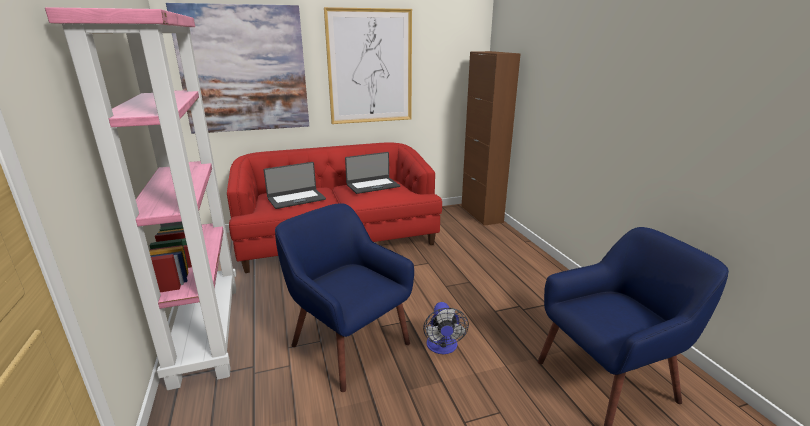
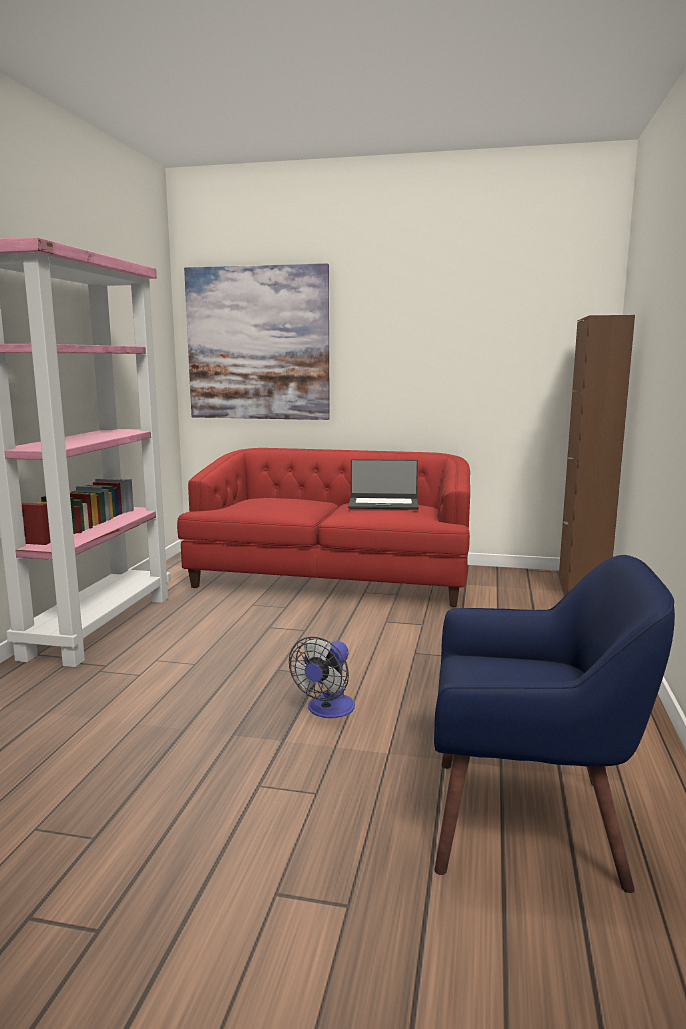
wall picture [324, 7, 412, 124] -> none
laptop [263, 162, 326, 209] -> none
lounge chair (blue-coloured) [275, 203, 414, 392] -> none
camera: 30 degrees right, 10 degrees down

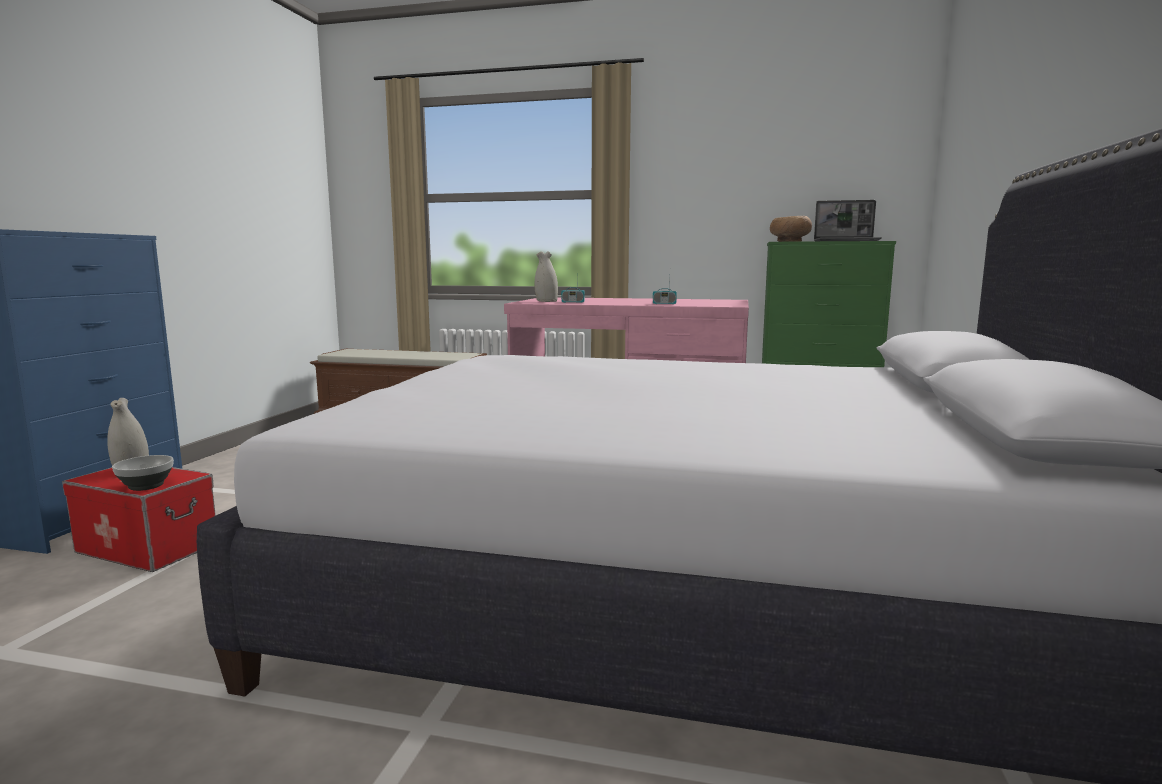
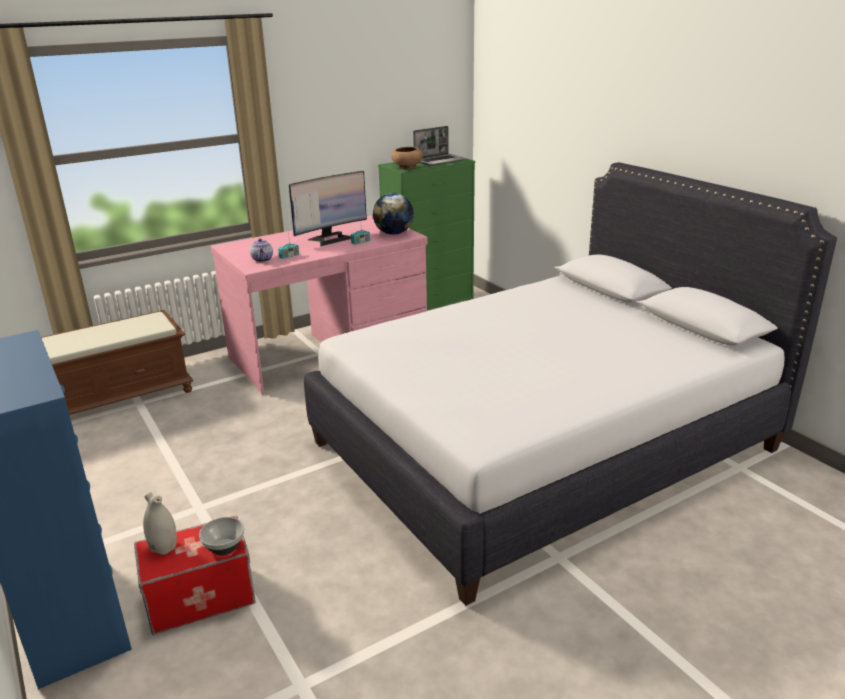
vase (white) [535, 251, 558, 302] -> pot for tea [250, 238, 273, 262]
none -> computer display [289, 171, 367, 246]
none -> globe [373, 193, 414, 235]
camera: 45 degrees left, 15 degrees up

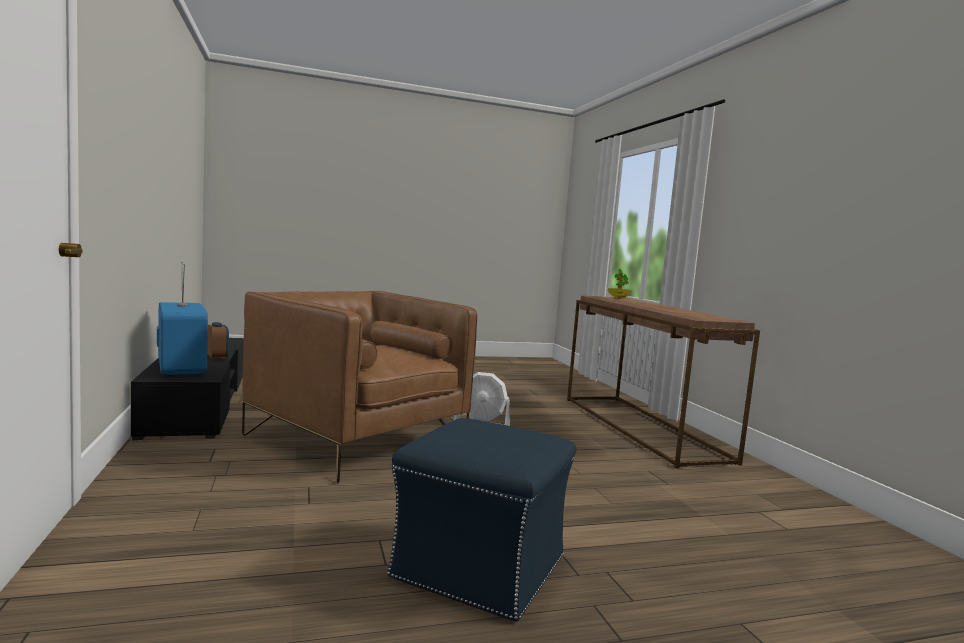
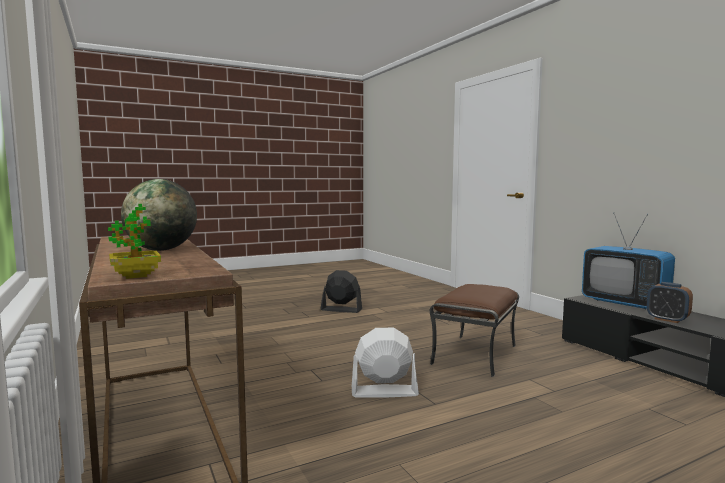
lounge chair (brown) [242, 291, 477, 483] -> footrest (brown) [430, 284, 519, 377]
footrest (blue-coloured) [387, 418, 576, 622] -> fan (black) [320, 270, 362, 313]
none -> globe [121, 179, 197, 251]
camera: 170 degrees right, 0 degrees up

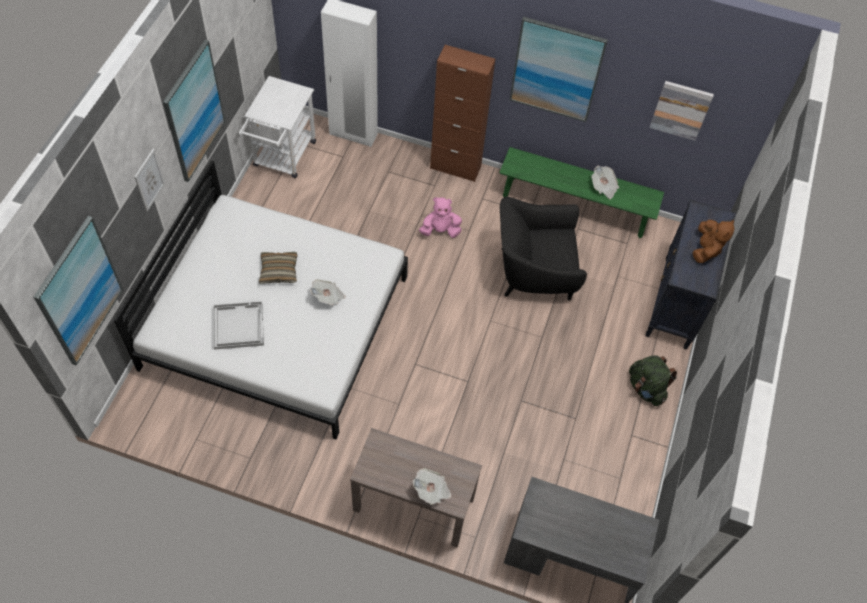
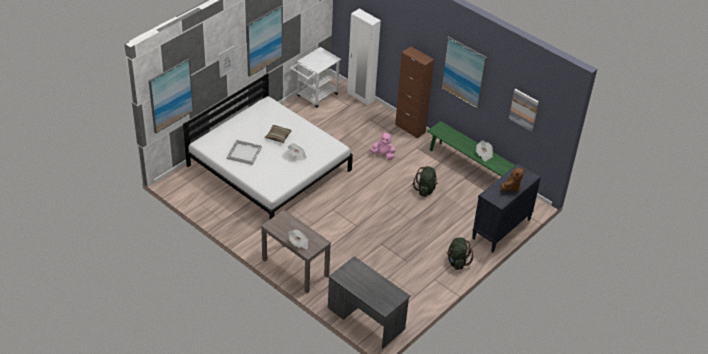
lounge chair (black) [500, 197, 587, 300] -> backpack (greenish) [413, 166, 438, 197]
camera: 25 degrees right, 15 degrees down

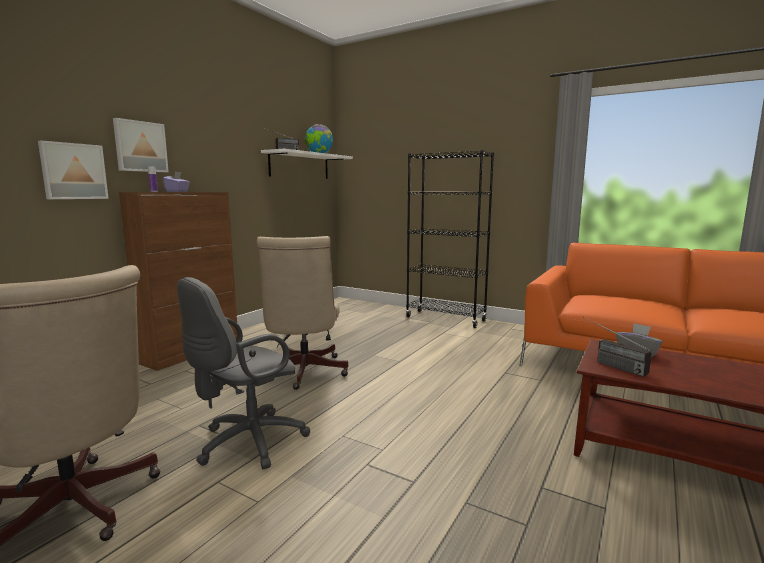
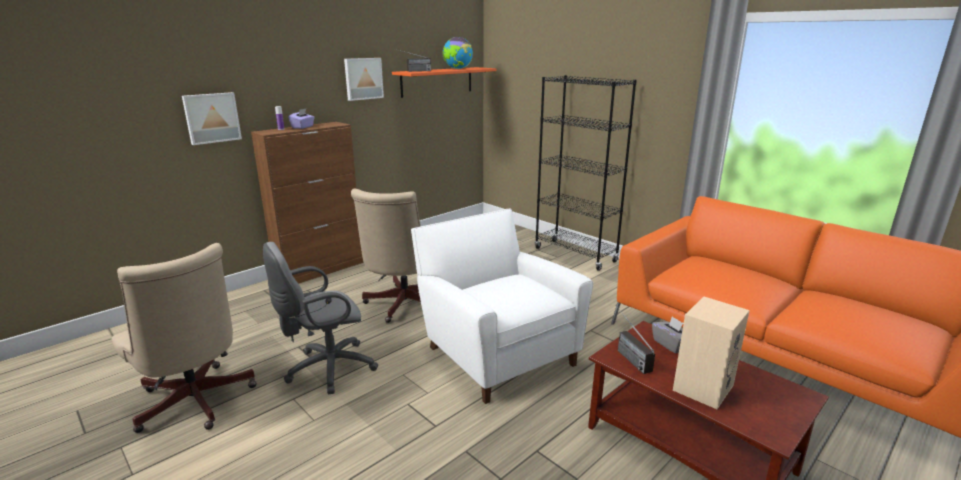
wall picture [113, 118, 169, 172] -> wall picture [344, 58, 384, 101], shifted
bracket shelf (white) [261, 149, 353, 179] -> bracket shelf (orangey) [392, 67, 496, 98]
none -> lounge chair (white) [411, 209, 593, 404]
none -> loudspeaker (sand-coloured) [673, 297, 750, 409]
camera: 15 degrees right, 10 degrees up

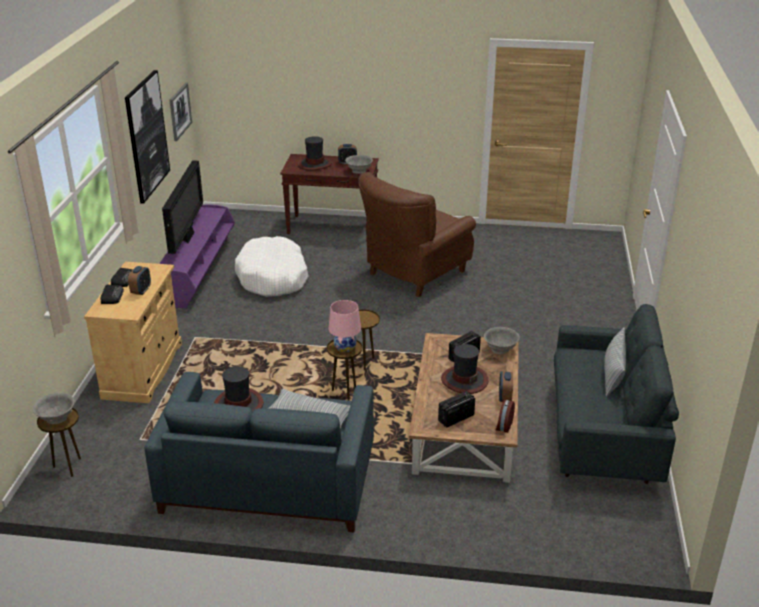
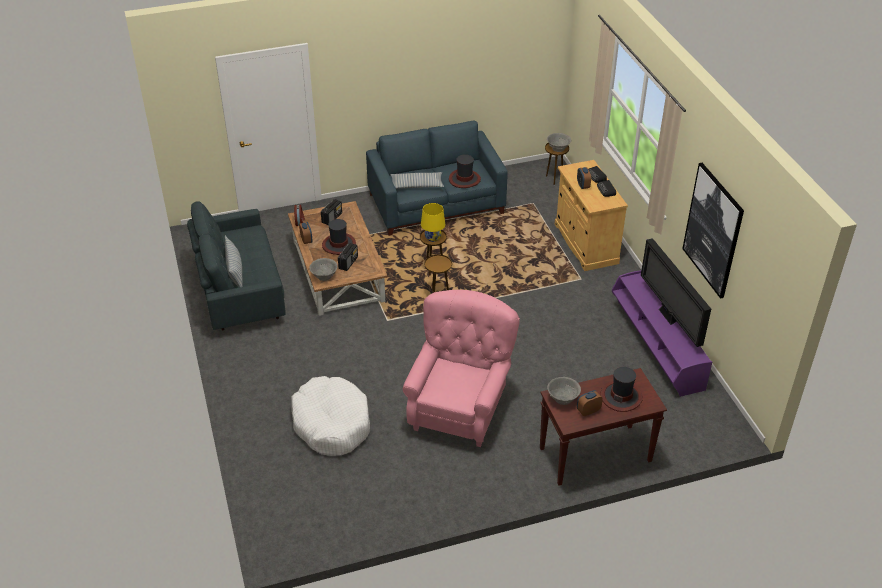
wall picture [170, 83, 192, 141] -> none
lounge chair (brown) [359, 172, 476, 297] -> lounge chair (pink) [403, 290, 520, 447]
dog cushion (white) [235, 236, 309, 297] -> dog cushion (white) [291, 376, 370, 456], shifted
tabletop lamp (pink) [328, 300, 361, 352] -> tabletop lamp (yellowish) [421, 203, 445, 242]
camera: 155 degrees right, 10 degrees up

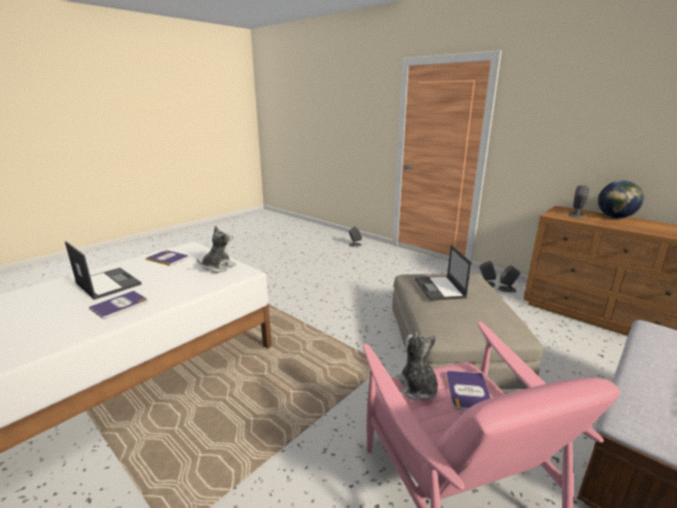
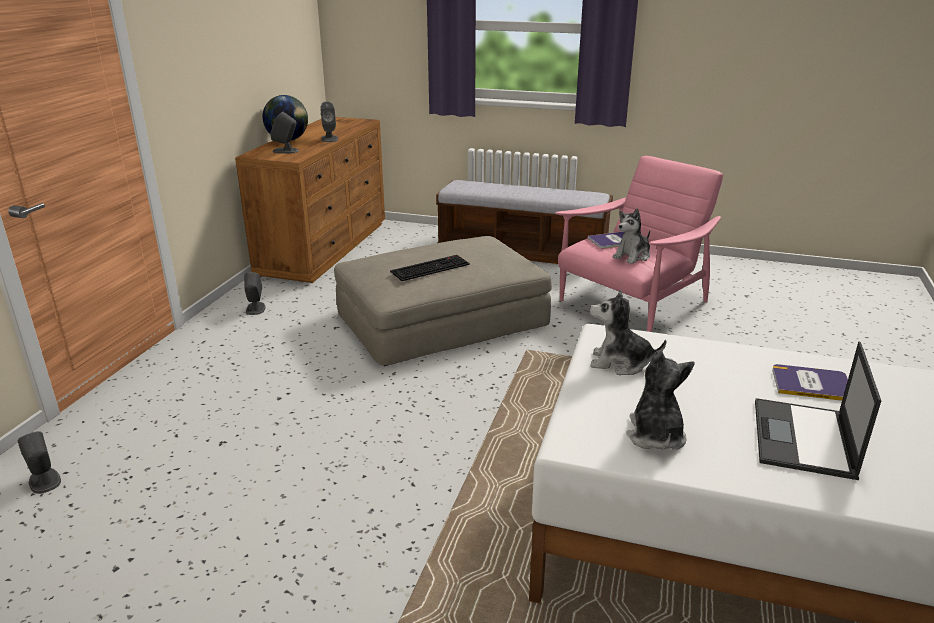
laptop [415, 245, 471, 301] -> computer keyboard [390, 255, 470, 281]
bound book [146, 250, 188, 266] -> cuddly toy [626, 350, 695, 450]
loudspeaker (grey) [498, 266, 520, 292] -> loudspeaker (grey) [320, 102, 339, 142], shifted
camera: 115 degrees left, 5 degrees up

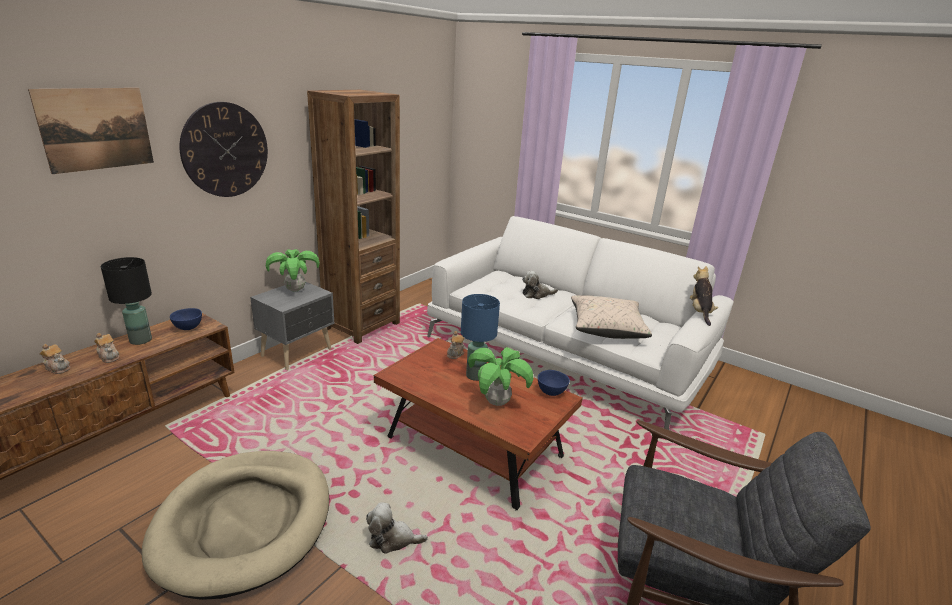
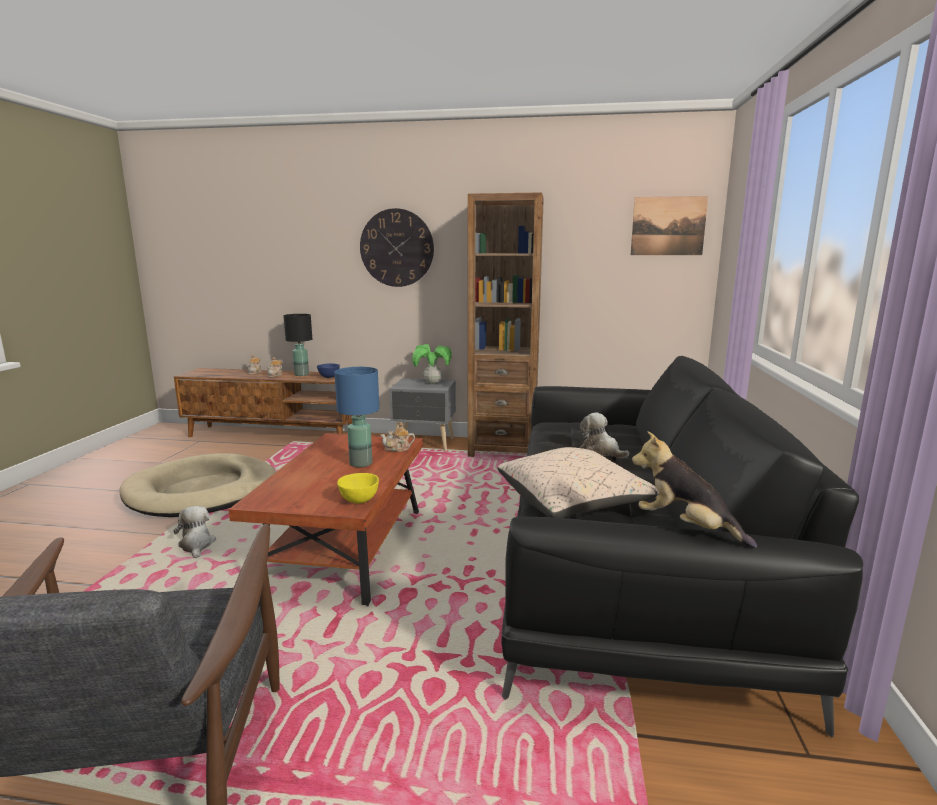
wall picture [28, 88, 154, 174] -> wall picture [631, 196, 708, 255], shifted
settee (white) [427, 216, 734, 430] -> settee (black) [501, 356, 863, 737]
cuddly toy [690, 266, 718, 326] -> cuddly toy [632, 431, 757, 548], 120 degrees counterclockwise
houseplant [468, 347, 533, 406] -> none
bowl (blue-coloured) [538, 370, 570, 396] -> bowl (yellowish) [337, 473, 379, 504]
camera: 65 degrees right, 10 degrees down

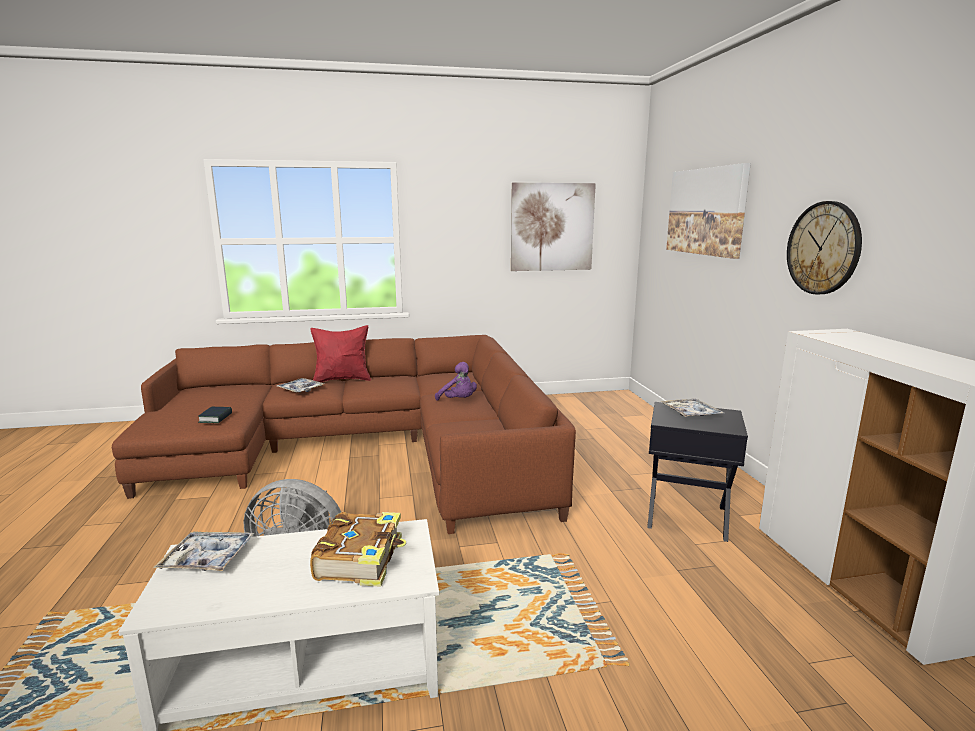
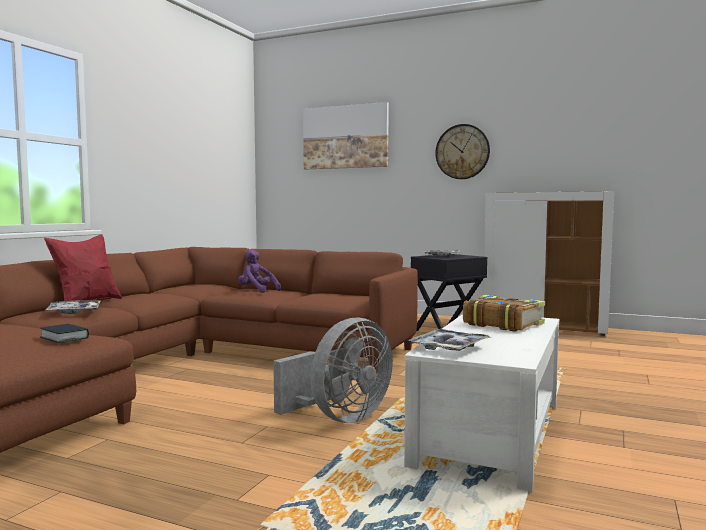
wall picture [511, 182, 596, 271] -> none
cuddly toy (purple-coloured) [435, 362, 477, 401] -> cuddly toy (purple-coloured) [238, 249, 281, 293], 135 degrees counterclockwise
camera: 55 degrees left, 10 degrees down

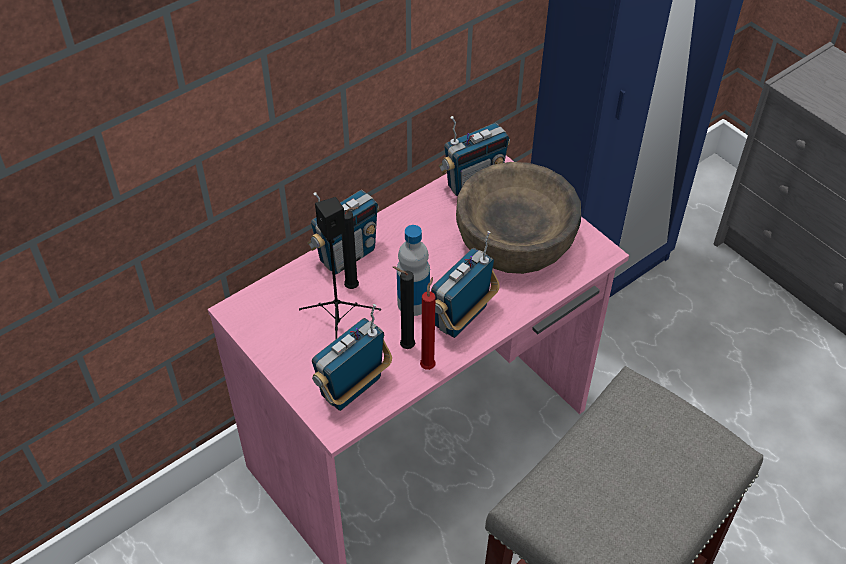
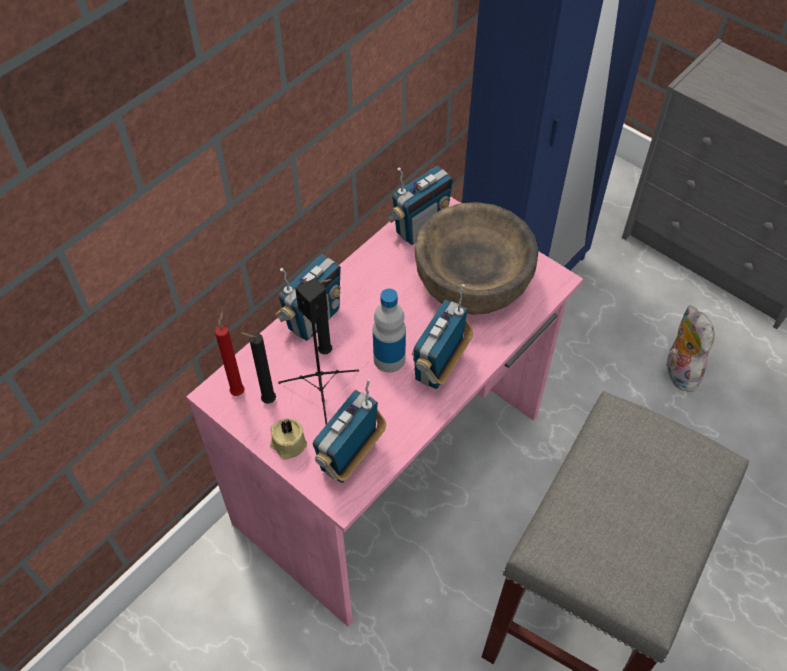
candle (black) [393, 266, 415, 349] -> candle (black) [240, 332, 276, 404], shifted
candle (reddish) [420, 277, 436, 370] -> candle (reddish) [215, 311, 244, 396], shifted
none -> cuddly toy [666, 305, 715, 392]
none -> candle (sand-coloured) [270, 418, 307, 460]
camera: 10 degrees left, 5 degrees up

